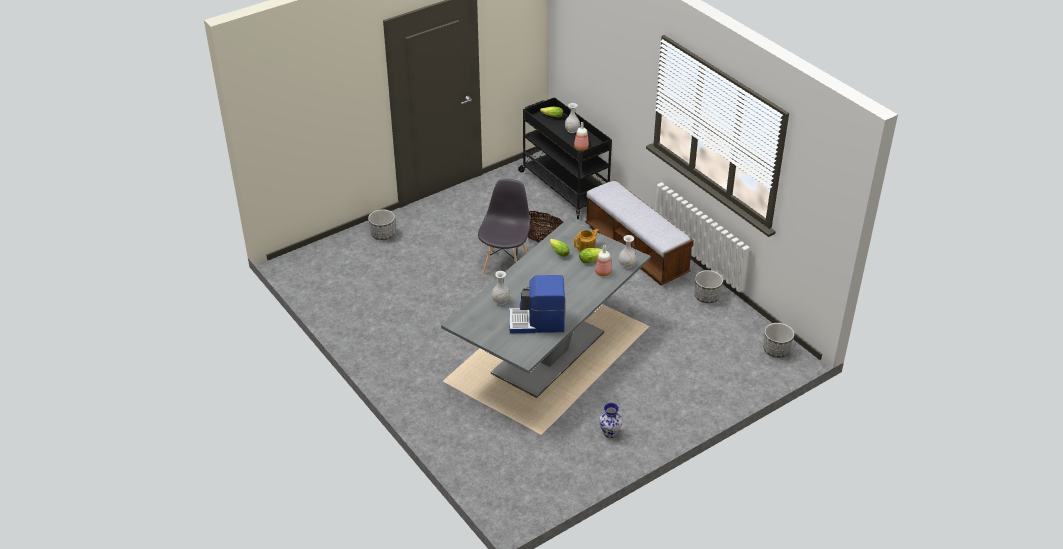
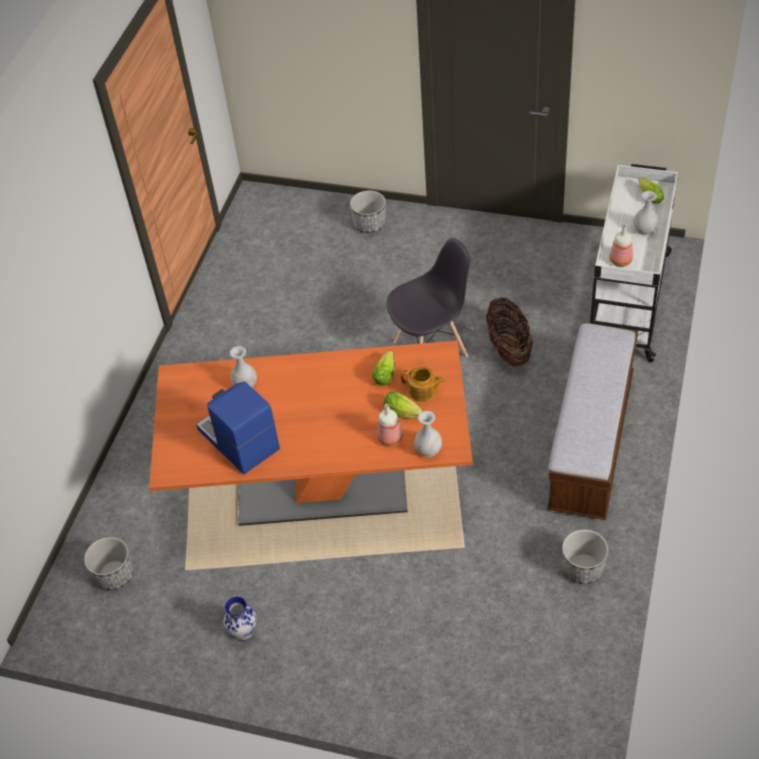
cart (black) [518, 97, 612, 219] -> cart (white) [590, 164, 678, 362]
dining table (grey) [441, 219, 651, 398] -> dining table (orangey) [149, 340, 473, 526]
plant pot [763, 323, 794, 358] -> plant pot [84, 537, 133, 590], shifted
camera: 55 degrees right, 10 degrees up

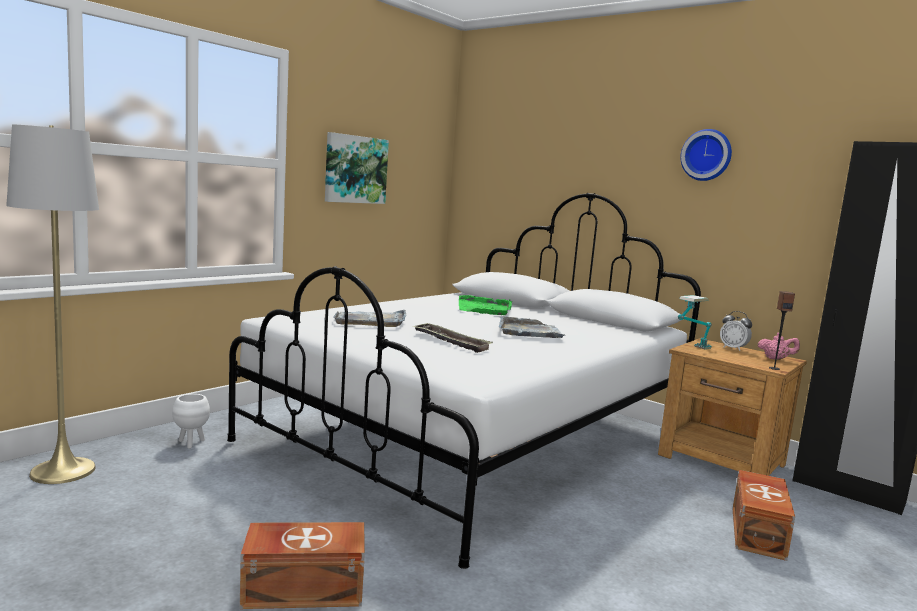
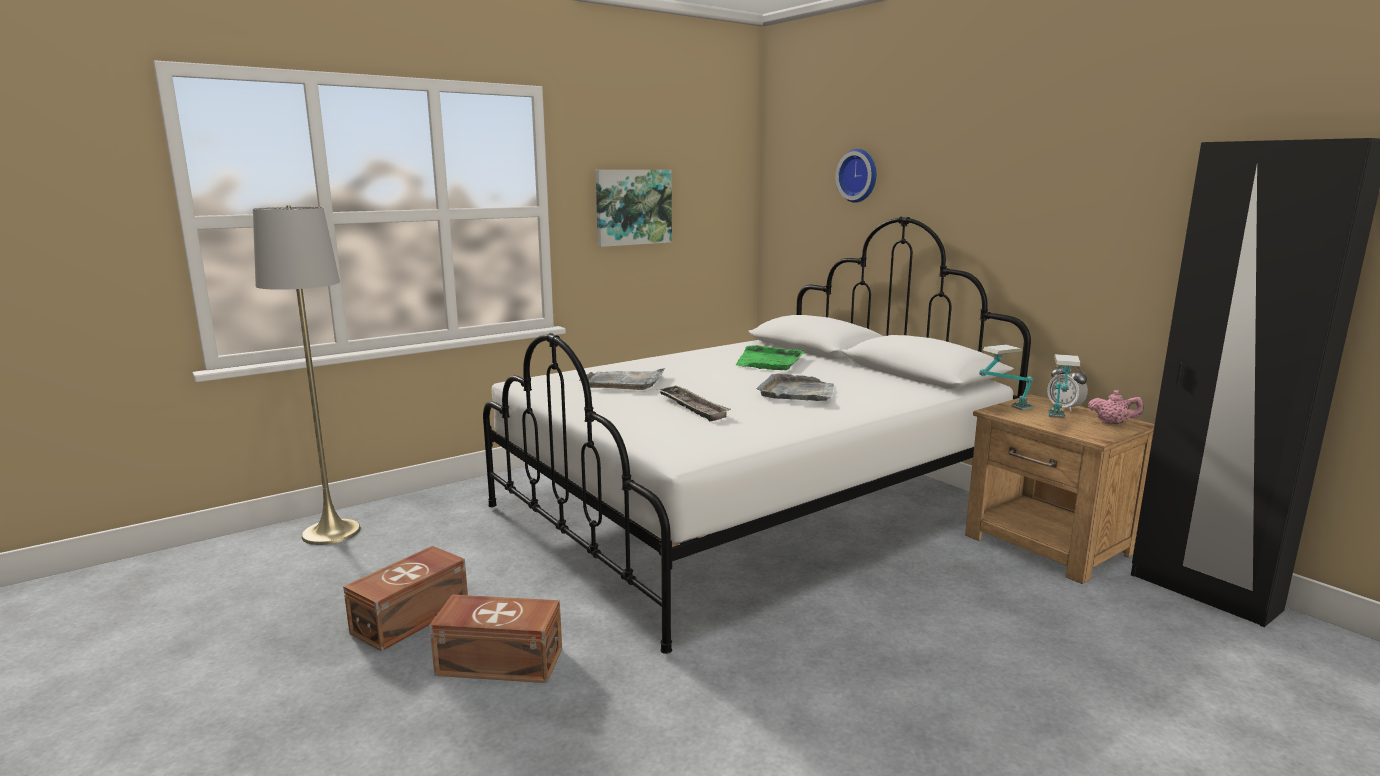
hanging clock [680, 129, 732, 181] -> hanging clock [835, 149, 876, 203], shifted
loudspeaker [769, 291, 795, 370] -> none
plant pot (white) [172, 394, 210, 449] -> none
storage bin (brown) [732, 470, 795, 561] -> storage bin (brown) [343, 546, 468, 651], shifted
none -> tabletop lamp [1048, 354, 1081, 418]
camera: 15 degrees right, 5 degrees up

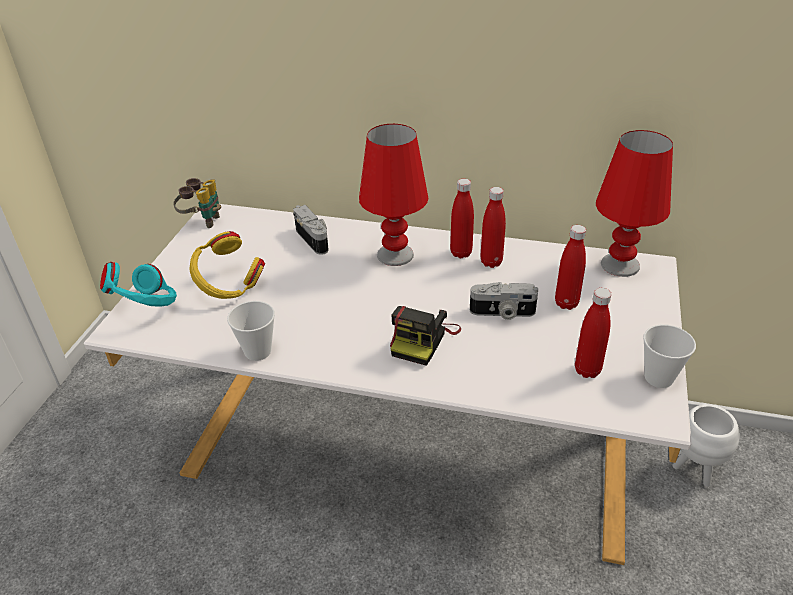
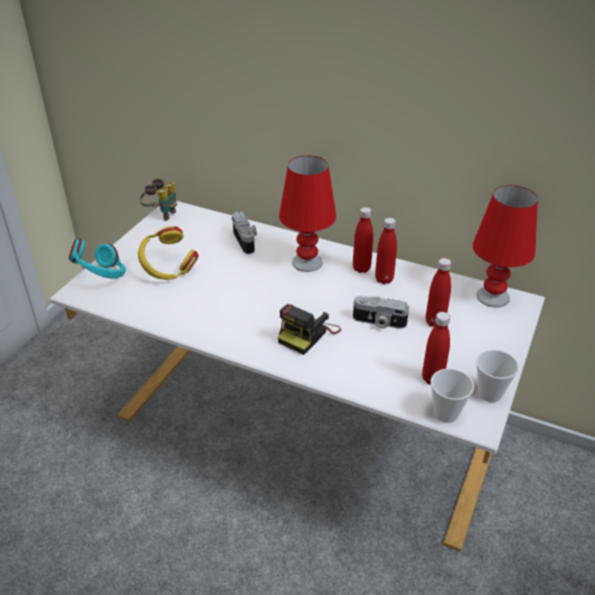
drinking cup [227, 301, 275, 361] -> drinking cup [430, 369, 474, 423], shifted
plant pot (white) [673, 404, 739, 487] -> none
camera: 10 degrees right, 0 degrees up

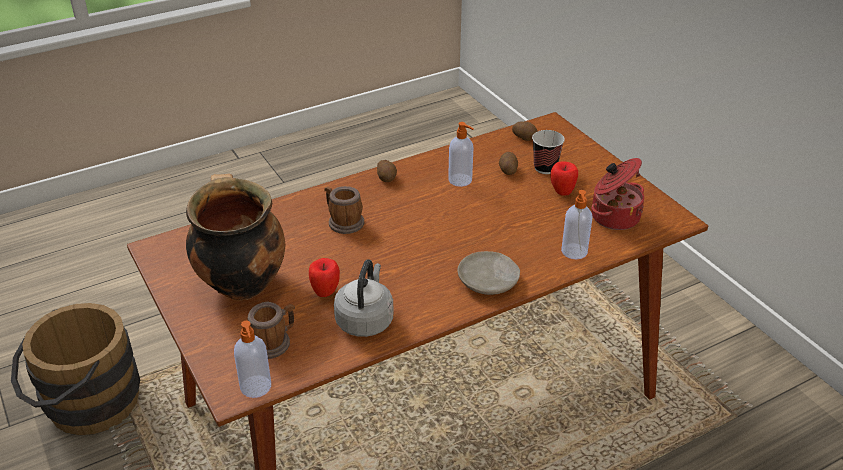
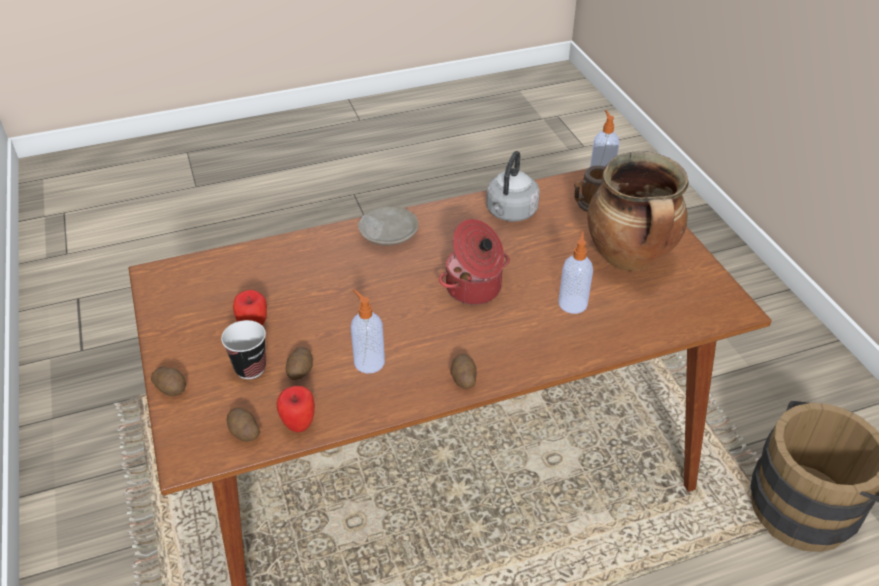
cooking pot [591, 158, 644, 230] -> cooking pot [439, 219, 510, 305], shifted
tea mug [324, 186, 364, 234] -> none
liquid soap bottle [561, 190, 593, 259] -> liquid soap bottle [558, 231, 593, 314], shifted
apple [309, 258, 340, 297] -> apple [277, 386, 315, 432], shifted
none -> potato [151, 367, 186, 396]
camera: 170 degrees left, 5 degrees up

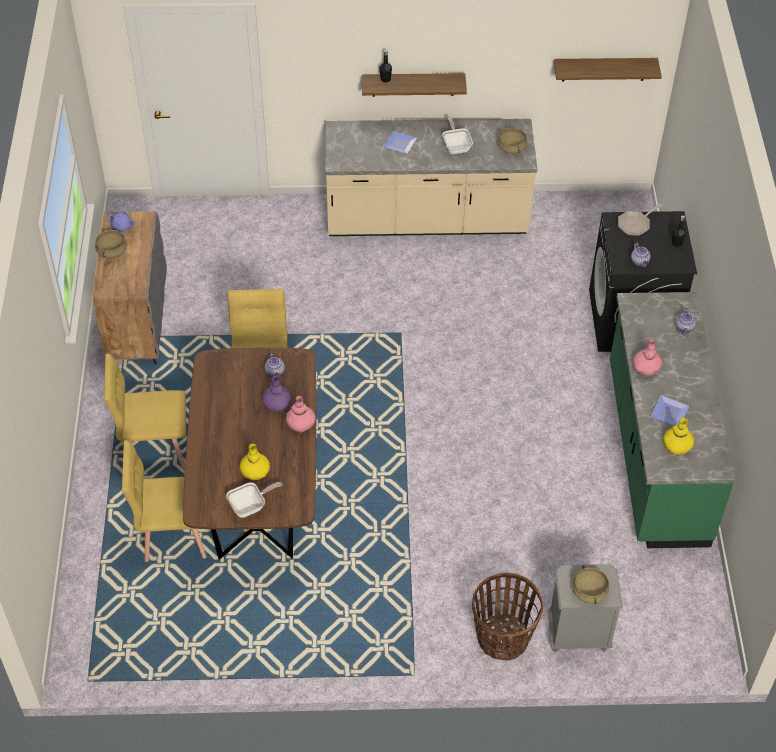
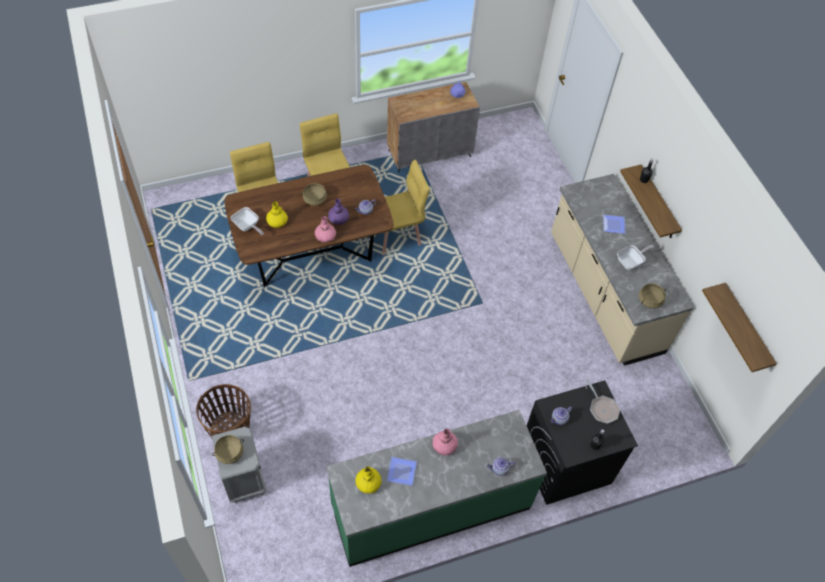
skillet [618, 203, 663, 236] -> skillet [586, 379, 620, 424], 150 degrees counterclockwise
cooking pot (sand-coloured) [95, 229, 127, 259] -> cooking pot (sand-coloured) [300, 183, 329, 206], shifted
camera: 70 degrees right, 5 degrees up

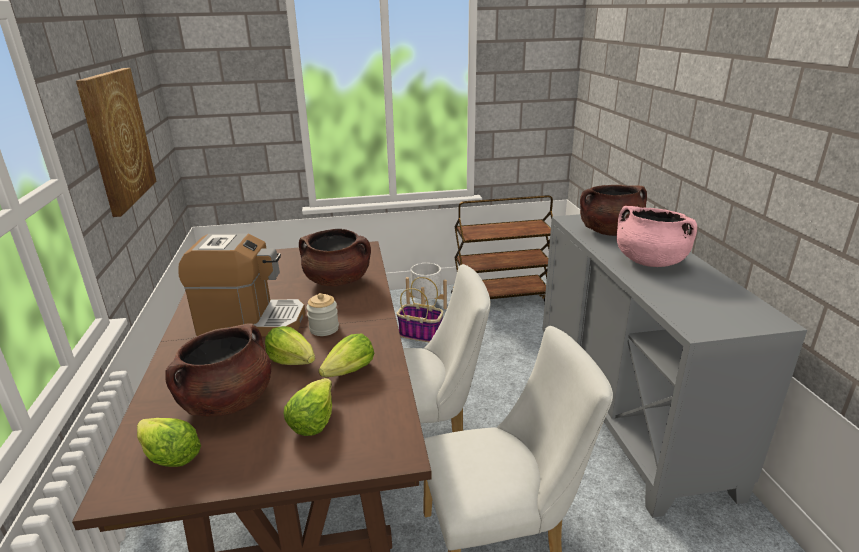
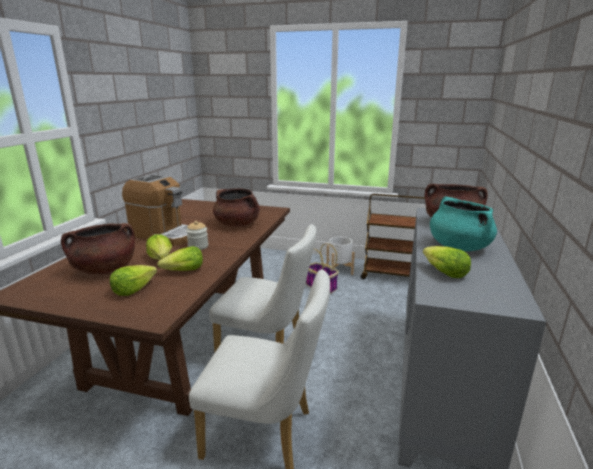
wall picture [76, 68, 156, 217] -> none
cooking pot (pink) [616, 206, 697, 267] -> cooking pot (turquoise) [430, 196, 497, 251]
lettuce [137, 418, 201, 467] -> lettuce [423, 246, 471, 278], shifted
camera: 25 degrees right, 5 degrees down

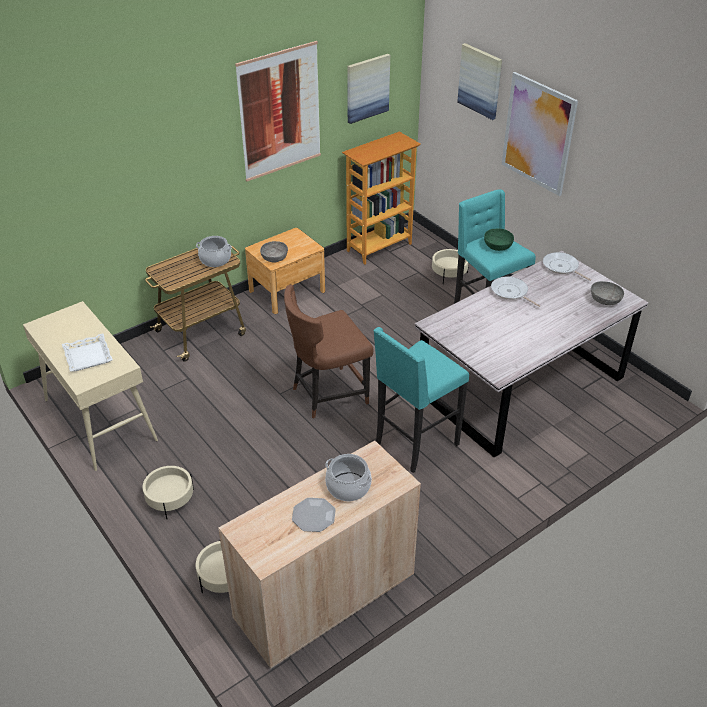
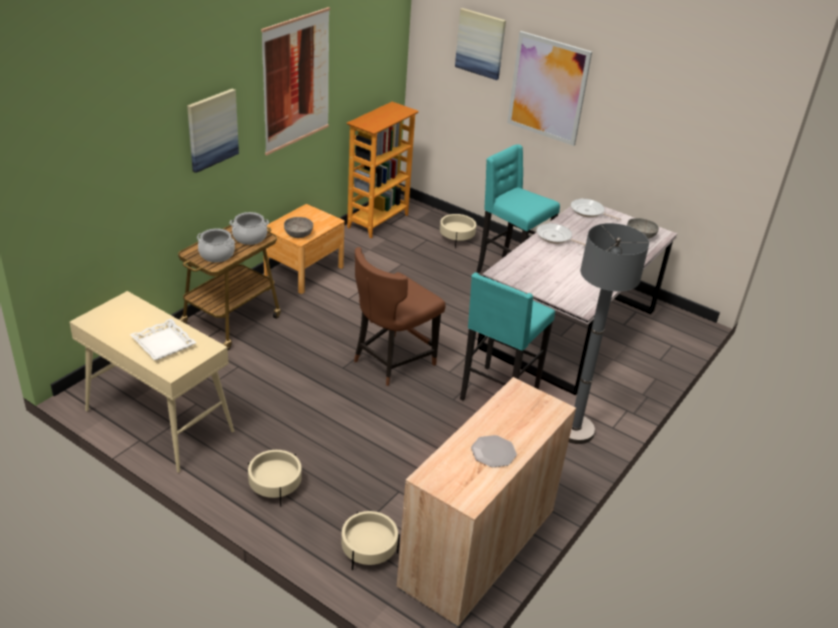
wall picture [347, 54, 390, 124] -> wall picture [187, 89, 239, 173], shifted
bowl (greenish) [484, 229, 514, 251] -> none
cooking pot [325, 454, 372, 501] -> cooking pot [197, 228, 235, 262], shifted
none -> floor lamp (grey) [569, 223, 649, 444]
camera: 20 degrees left, 5 degrees down

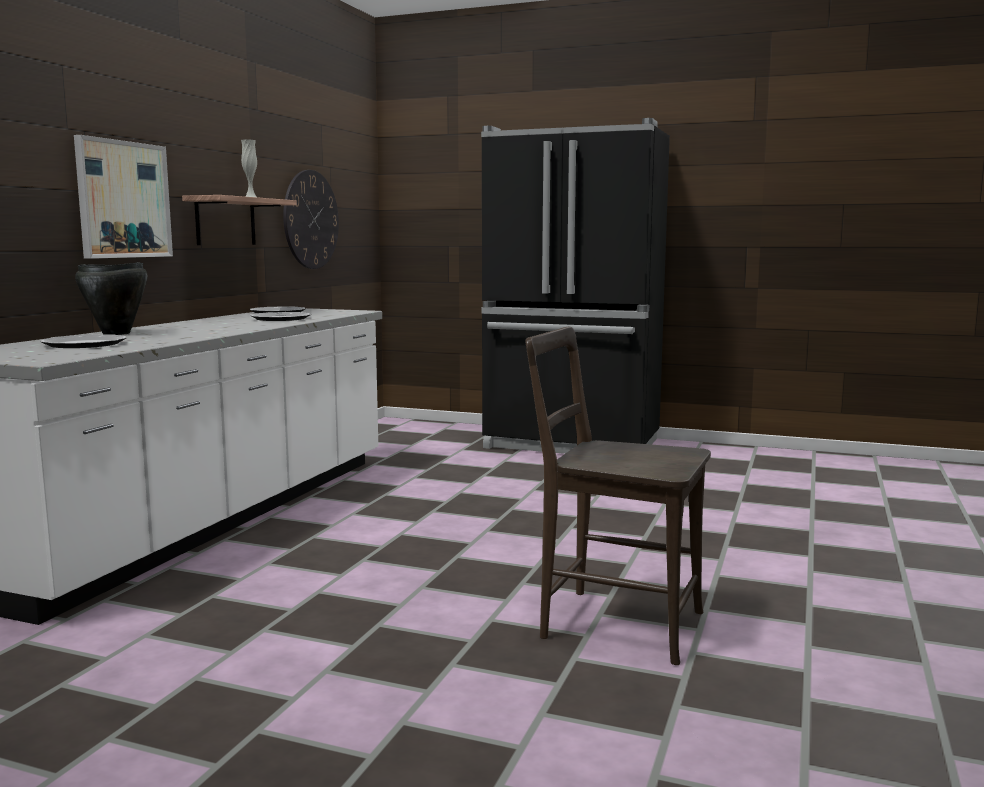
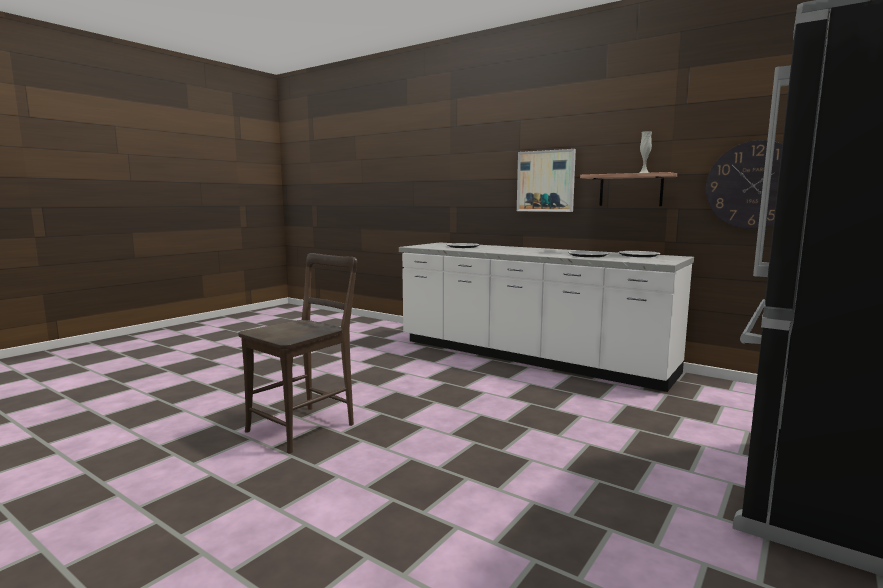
cooking pot (black) [75, 262, 148, 335] -> none
camera: 105 degrees right, 0 degrees up

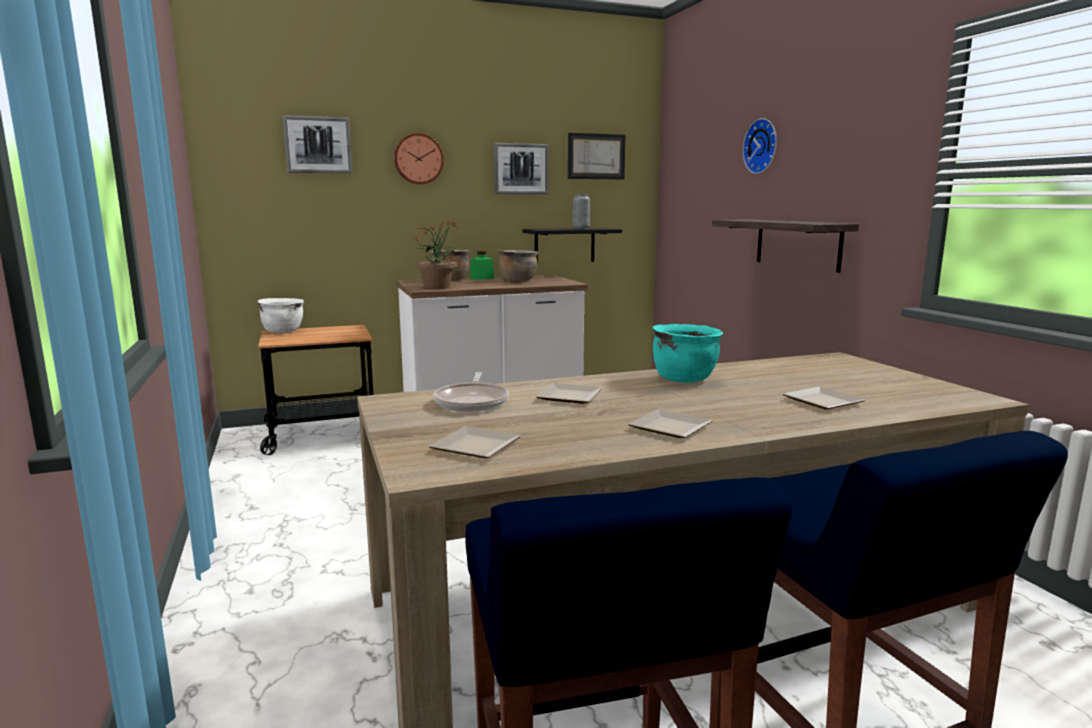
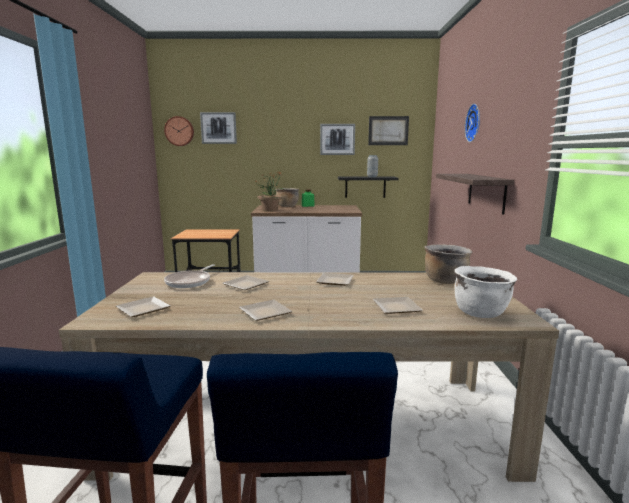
hanging clock [394, 133, 444, 184] -> hanging clock [164, 116, 194, 146], shifted
cooking pot (brown) [498, 250, 538, 282] -> cooking pot (brown) [424, 244, 472, 284], shifted
cooking pot (white) [257, 298, 304, 333] -> cooking pot (white) [455, 266, 517, 318], shifted
cooking pot (turquoise) [653, 324, 723, 383] -> dinner plate [316, 273, 354, 286]
camera: 20 degrees right, 0 degrees up

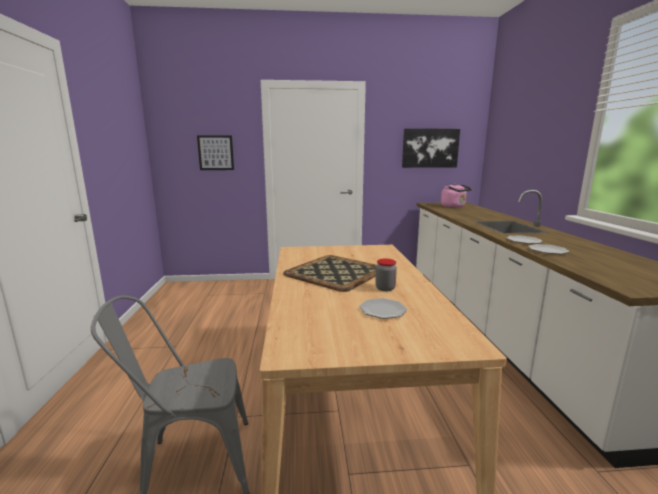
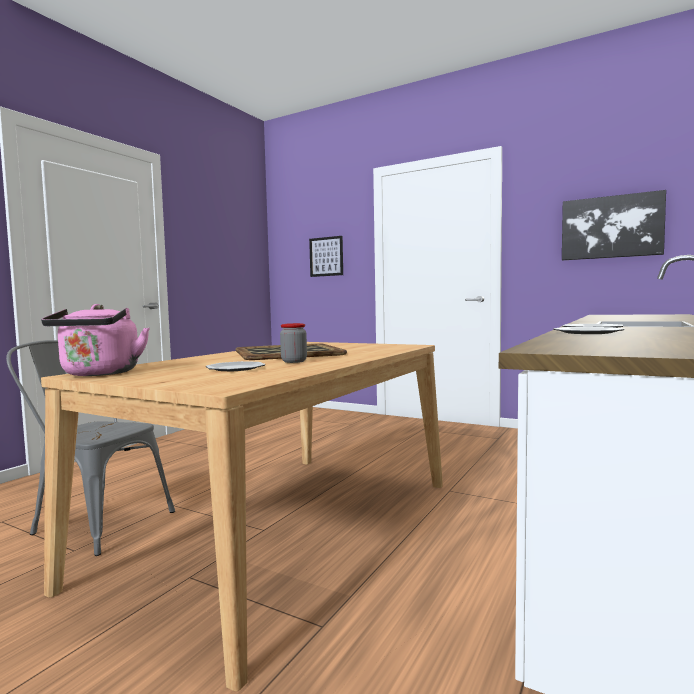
tea kettle (pink) [441, 183, 472, 208] -> tea kettle (pink) [41, 304, 150, 376], shifted
camera: 35 degrees right, 10 degrees down

